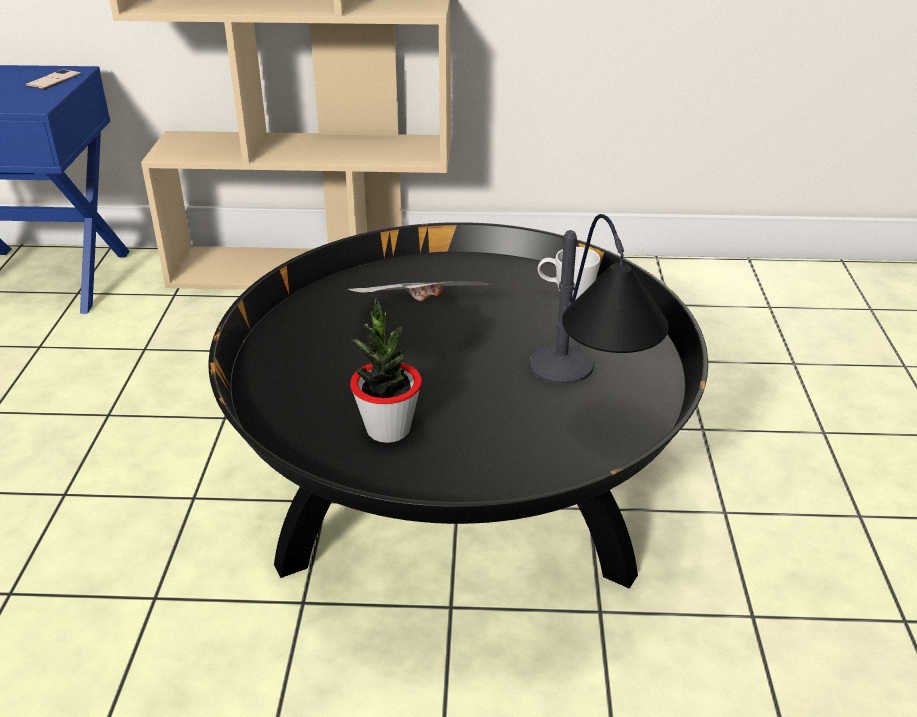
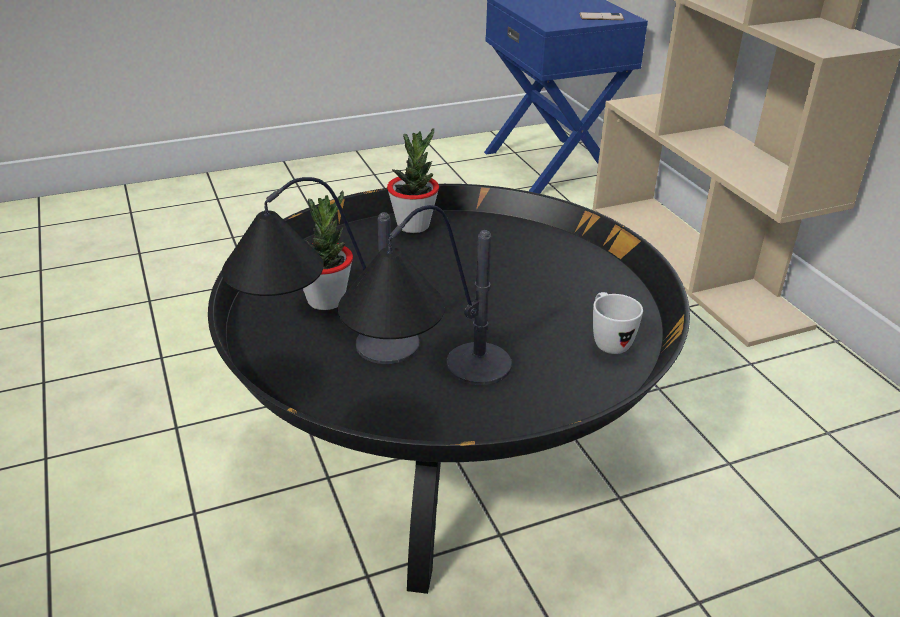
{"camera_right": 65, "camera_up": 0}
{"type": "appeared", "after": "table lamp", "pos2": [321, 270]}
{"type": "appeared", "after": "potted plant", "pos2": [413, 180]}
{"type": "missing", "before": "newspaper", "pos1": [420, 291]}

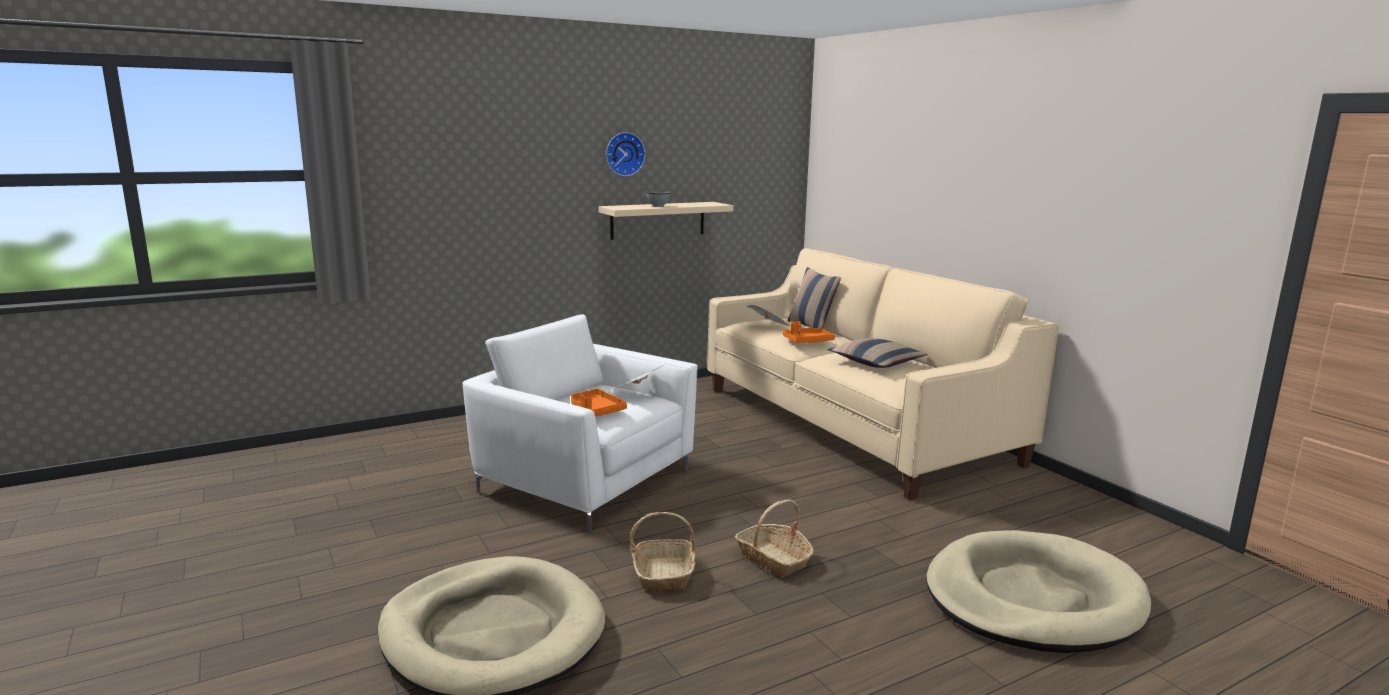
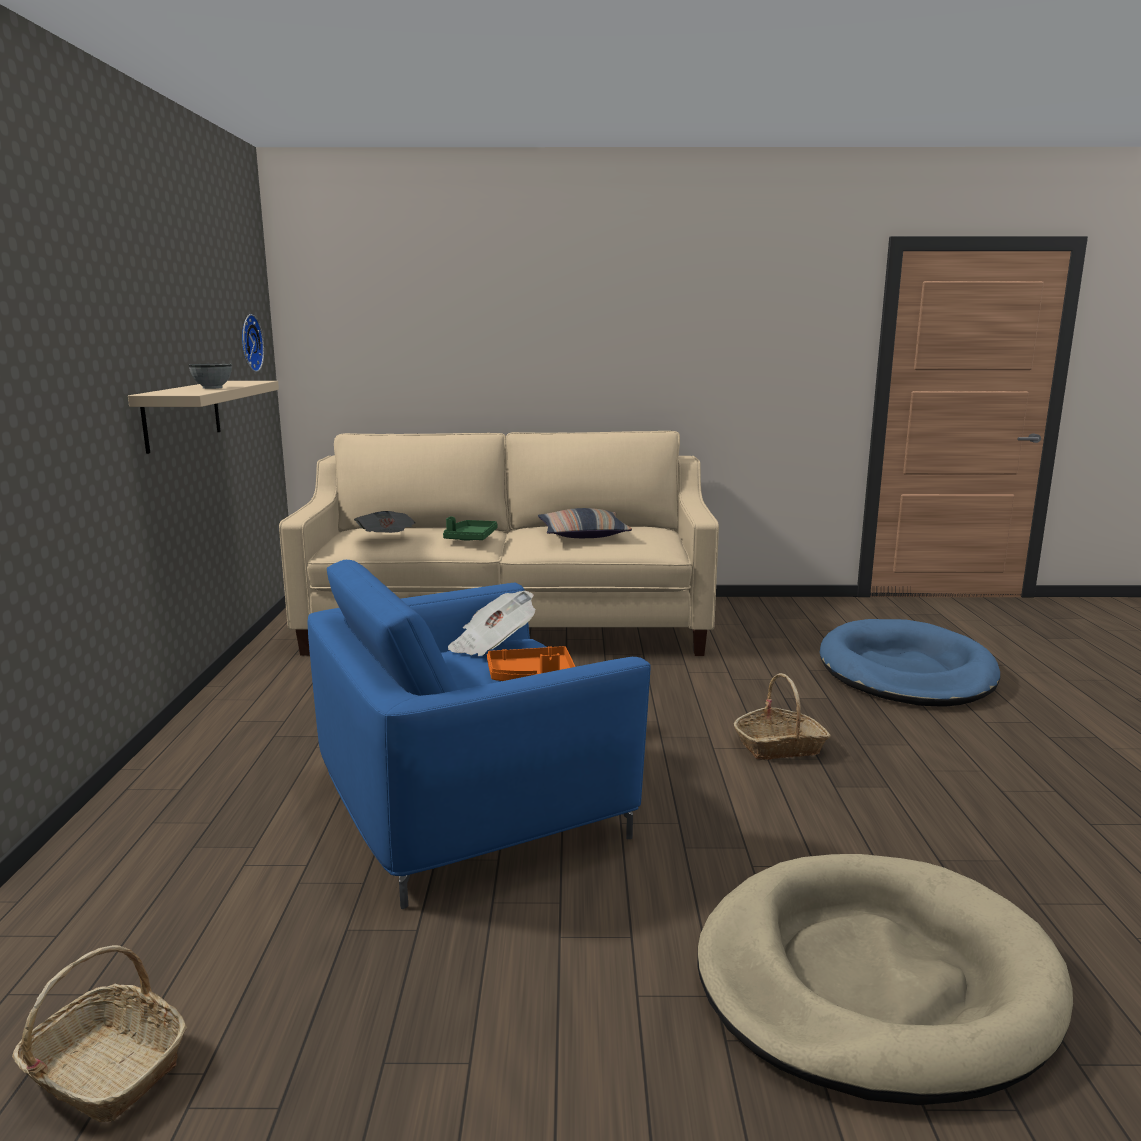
{"camera_right": -60, "camera_up": 0}
{"type": "relocated", "before": "basket", "pos1": [663, 551], "pos2": [99, 1033]}
{"type": "relocated", "before": "wall clock", "pos1": [625, 154], "pos2": [253, 343]}
{"type": "colour", "before": "armchair/white", "after": "armchair/blue", "pos1": [580, 423], "pos2": [479, 734]}
{"type": "colour", "before": "tray/orange", "after": "tray/green", "pos1": [809, 332], "pos2": [470, 528]}
{"type": "colour", "before": "dog bed/beige", "after": "dog bed/blue", "pos1": [1038, 591], "pos2": [910, 662]}
{"type": "missing", "before": "pillow", "pos1": [814, 297]}

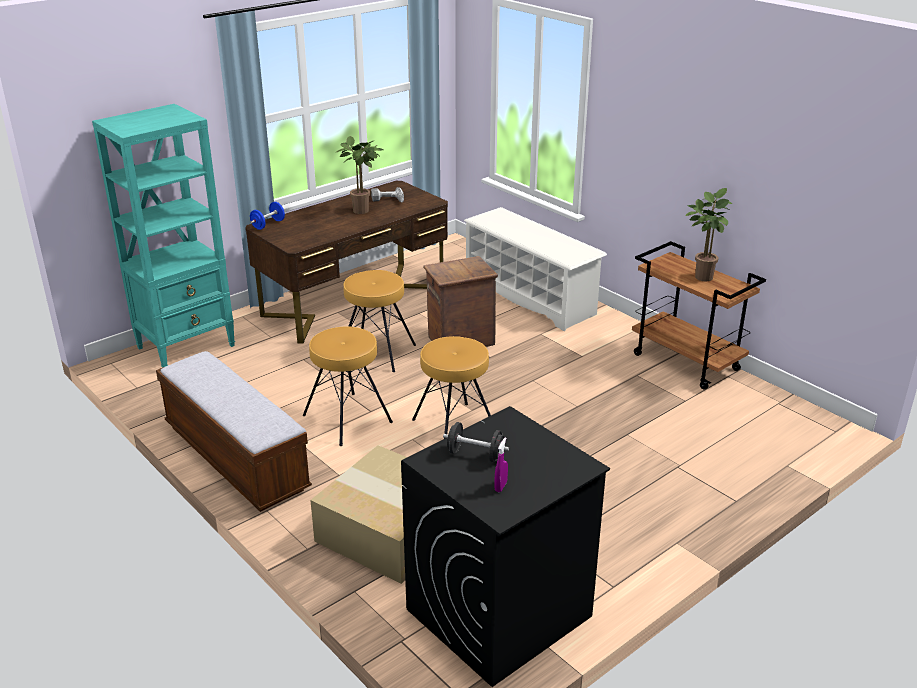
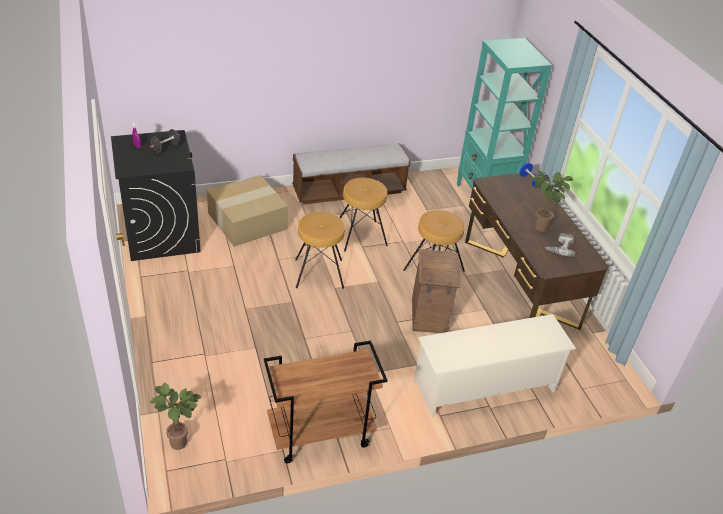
{"camera_right": 110, "camera_up": 10}
{"type": "relocated", "before": "potted plant", "pos1": [708, 234], "pos2": [175, 416]}

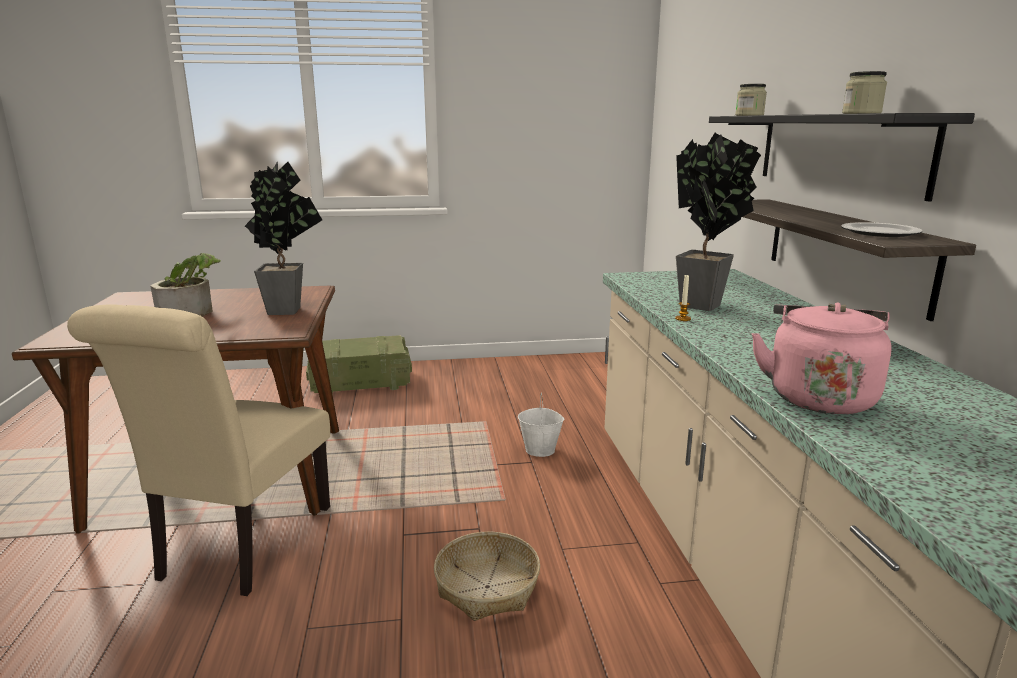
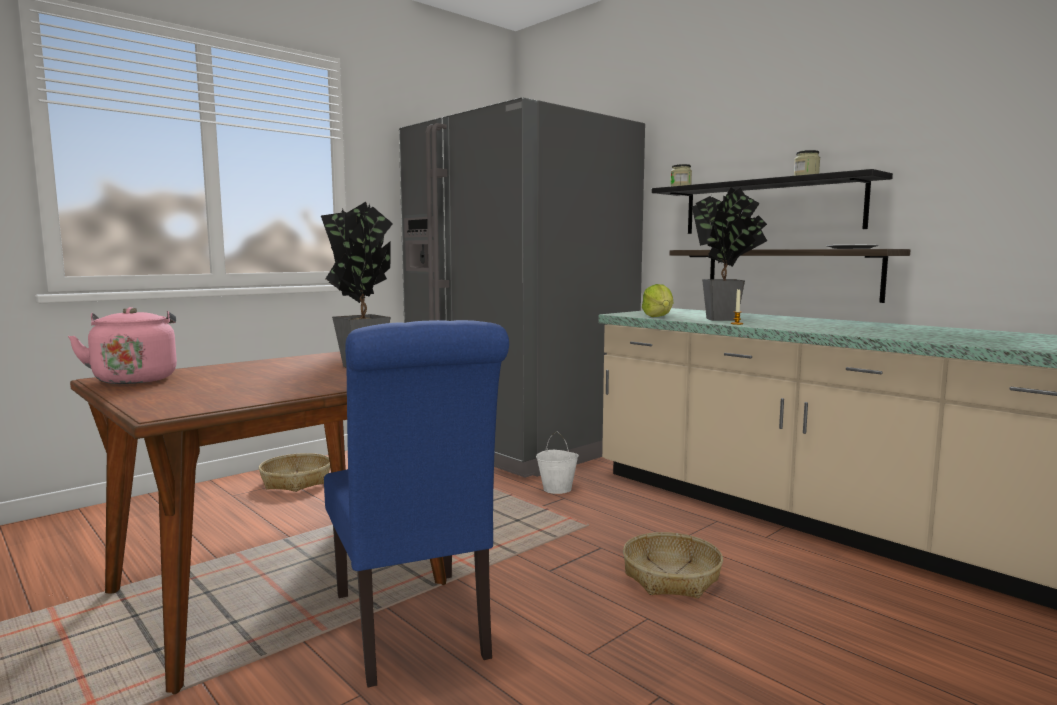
{"camera_right": -35, "camera_up": -10}
{"type": "relocated", "before": "kettle/pink", "pos1": [821, 358], "pos2": [122, 345]}
{"type": "exchanged", "before": "crate", "after": "basket", "pos1": [359, 364], "pos2": [294, 472]}
{"type": "colour", "before": "chair/beige", "after": "chair/blue", "pos1": [198, 450], "pos2": [416, 503]}
{"type": "appeared", "after": "fridge/grey", "pos2": [522, 287]}
{"type": "appeared", "after": "lettuce", "pos2": [657, 300]}
{"type": "missing", "before": "potted plant", "pos1": [185, 285]}

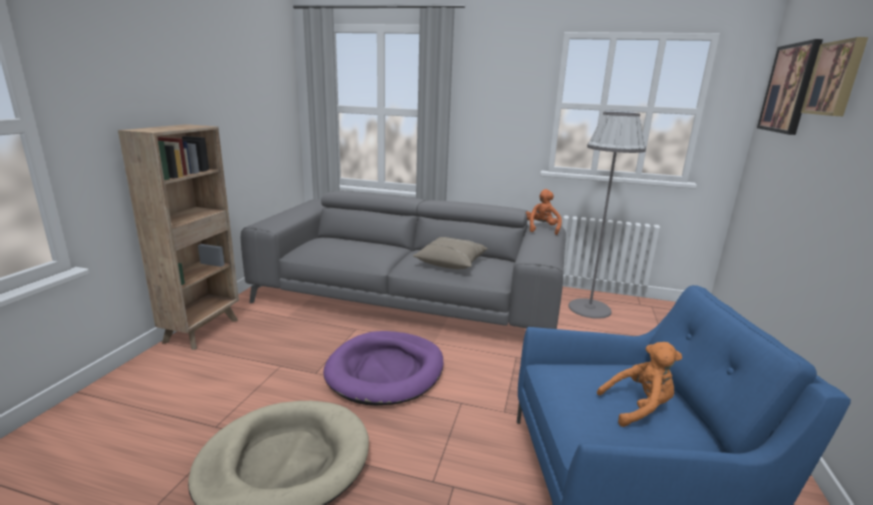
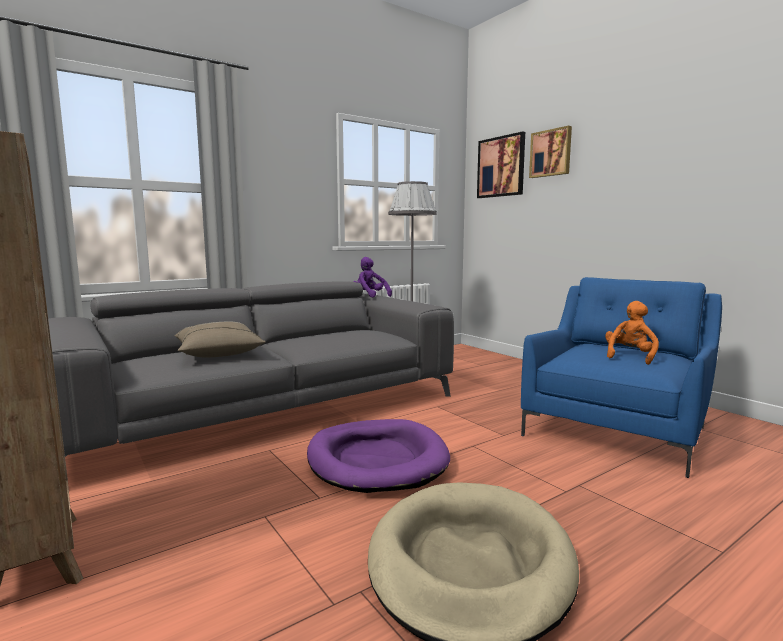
{"camera_right": -50, "camera_up": -10}
{"type": "relocated", "before": "pillow/beige", "pos1": [450, 253], "pos2": [220, 339]}
{"type": "colour", "before": "plush toy/orange", "after": "plush toy/purple", "pos1": [544, 212], "pos2": [373, 277]}

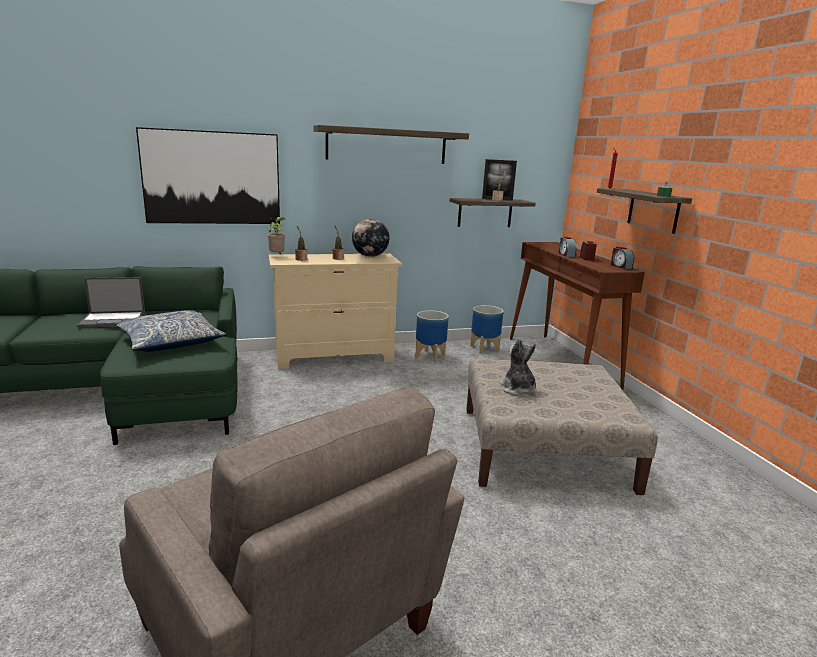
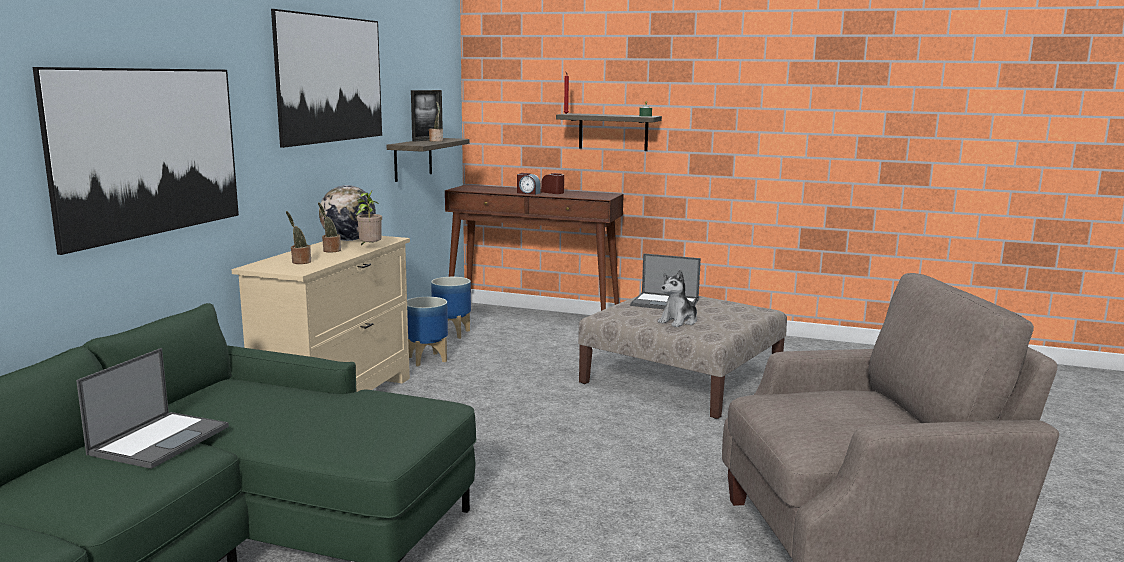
{"camera_right": -55, "camera_up": -5}
{"type": "exchanged", "before": "shelf", "after": "picture", "pos1": [391, 144], "pos2": [326, 78]}
{"type": "relocated", "before": "potted plant", "pos1": [276, 235], "pos2": [369, 218]}
{"type": "appeared", "after": "laptop", "pos2": [665, 281]}
{"type": "spun", "before": "plush toy", "pos1": [518, 367], "pos2": [677, 298], "turn": -60}
{"type": "missing", "before": "pillow", "pos1": [171, 331]}
{"type": "missing", "before": "alarm clock", "pos1": [623, 258]}

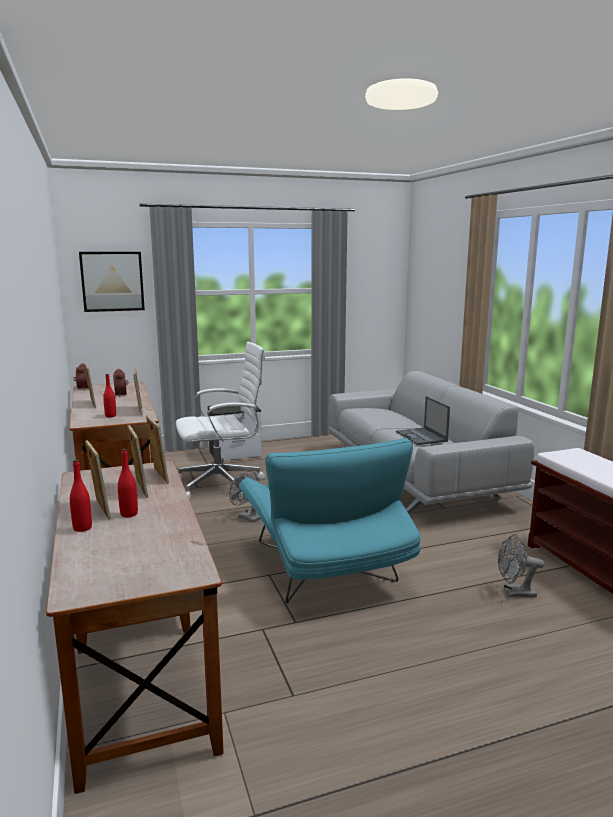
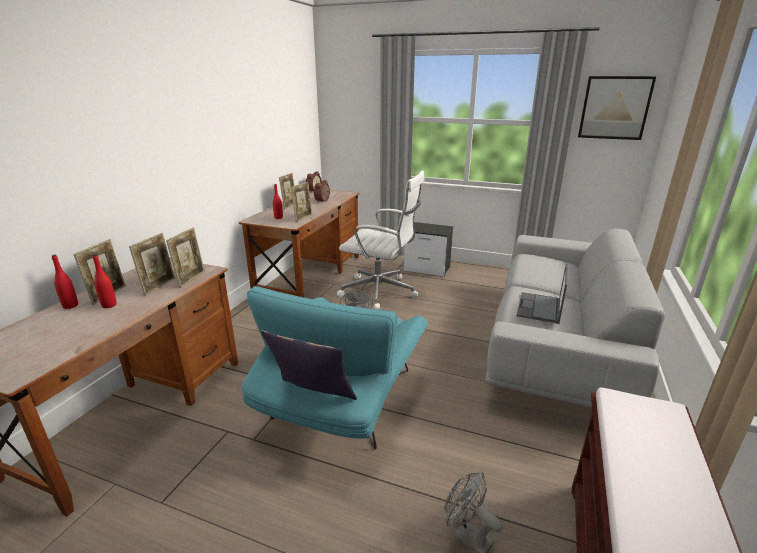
{"camera_right": 40, "camera_up": 10}
{"type": "appeared", "after": "pillow", "pos2": [309, 365]}
{"type": "relocated", "before": "picture", "pos1": [112, 282], "pos2": [617, 108]}

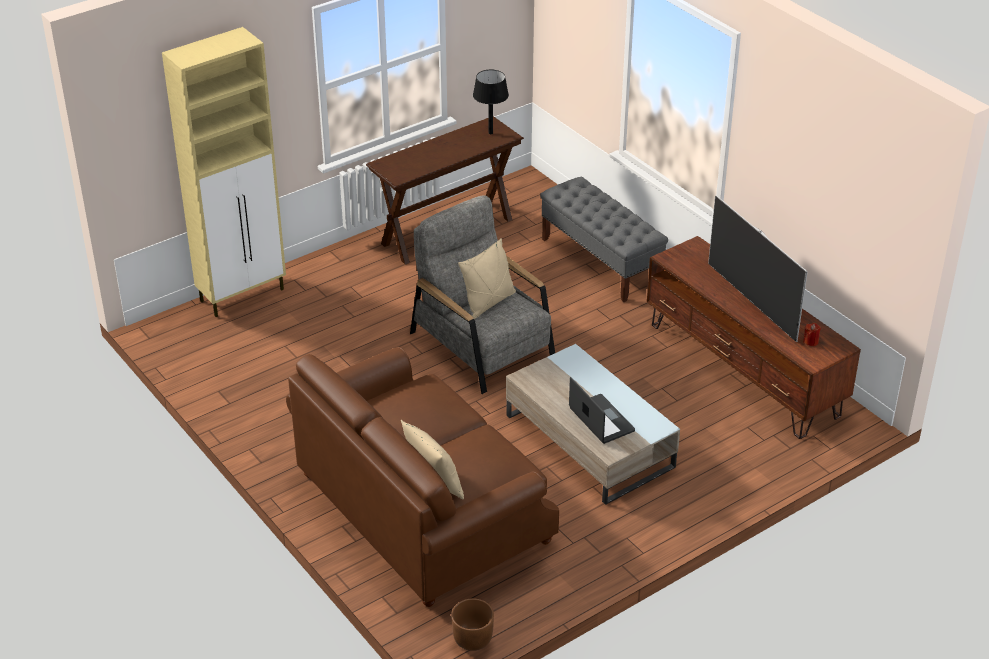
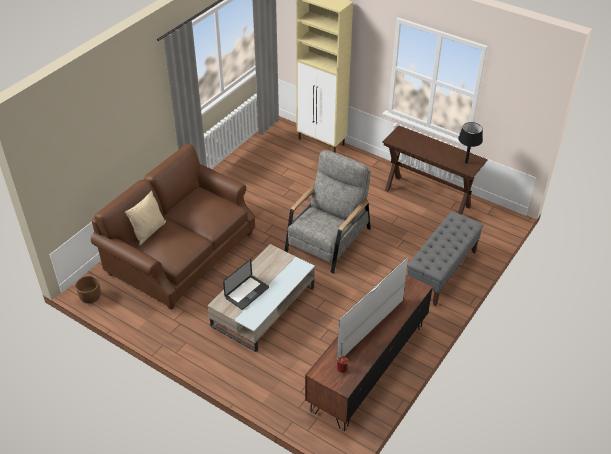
{"camera_right": 70, "camera_up": 5}
{"type": "missing", "before": "pillow/beige", "pos1": [487, 278]}

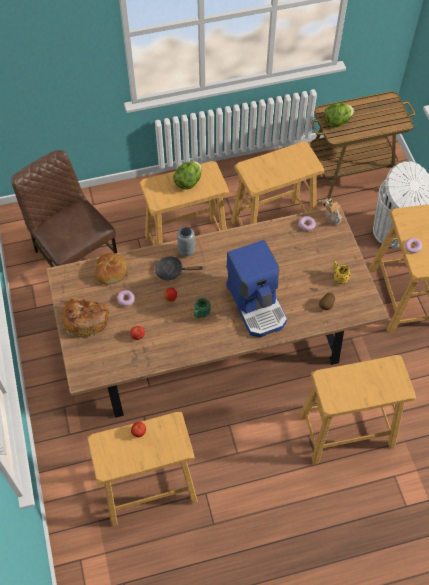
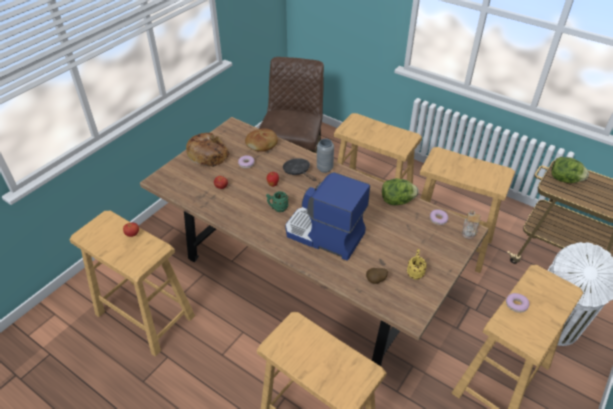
{"camera_right": 50, "camera_up": -15}
{"type": "spun", "before": "coffee machine", "pos1": [256, 288], "pos2": [327, 216], "turn": 90}
{"type": "relocated", "before": "lettuce", "pos1": [187, 175], "pos2": [400, 191]}

